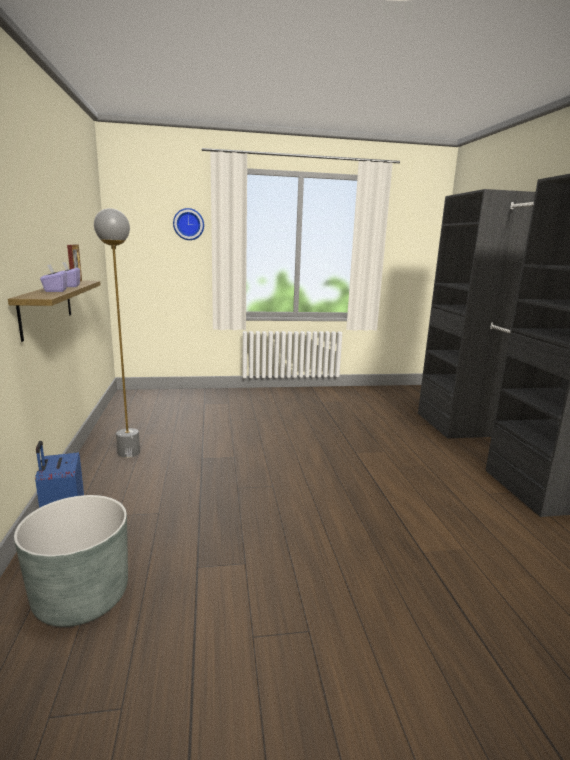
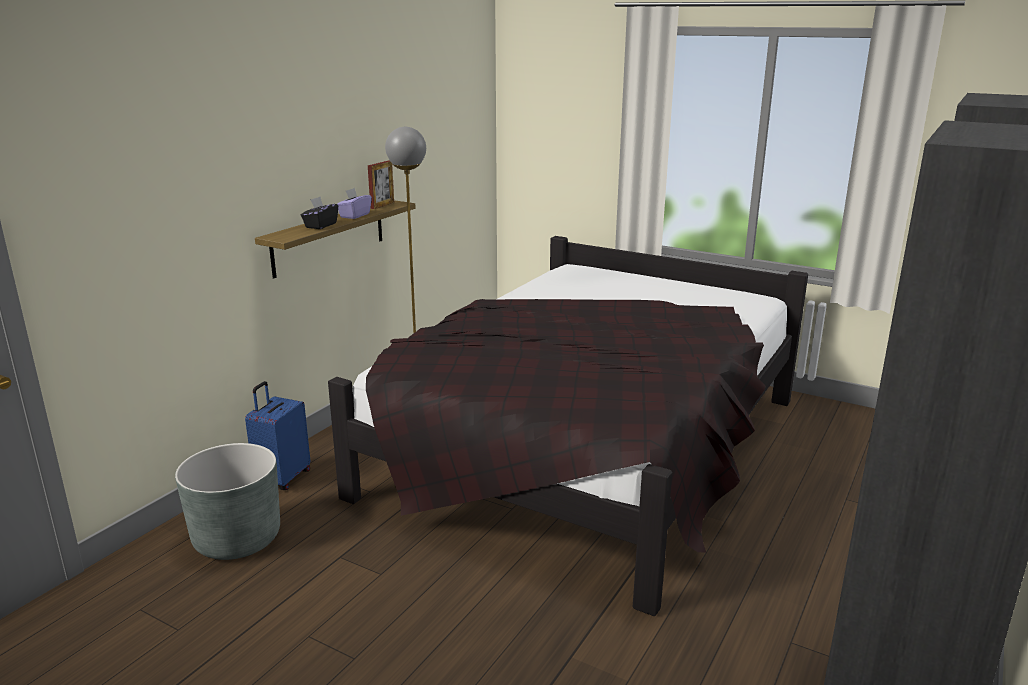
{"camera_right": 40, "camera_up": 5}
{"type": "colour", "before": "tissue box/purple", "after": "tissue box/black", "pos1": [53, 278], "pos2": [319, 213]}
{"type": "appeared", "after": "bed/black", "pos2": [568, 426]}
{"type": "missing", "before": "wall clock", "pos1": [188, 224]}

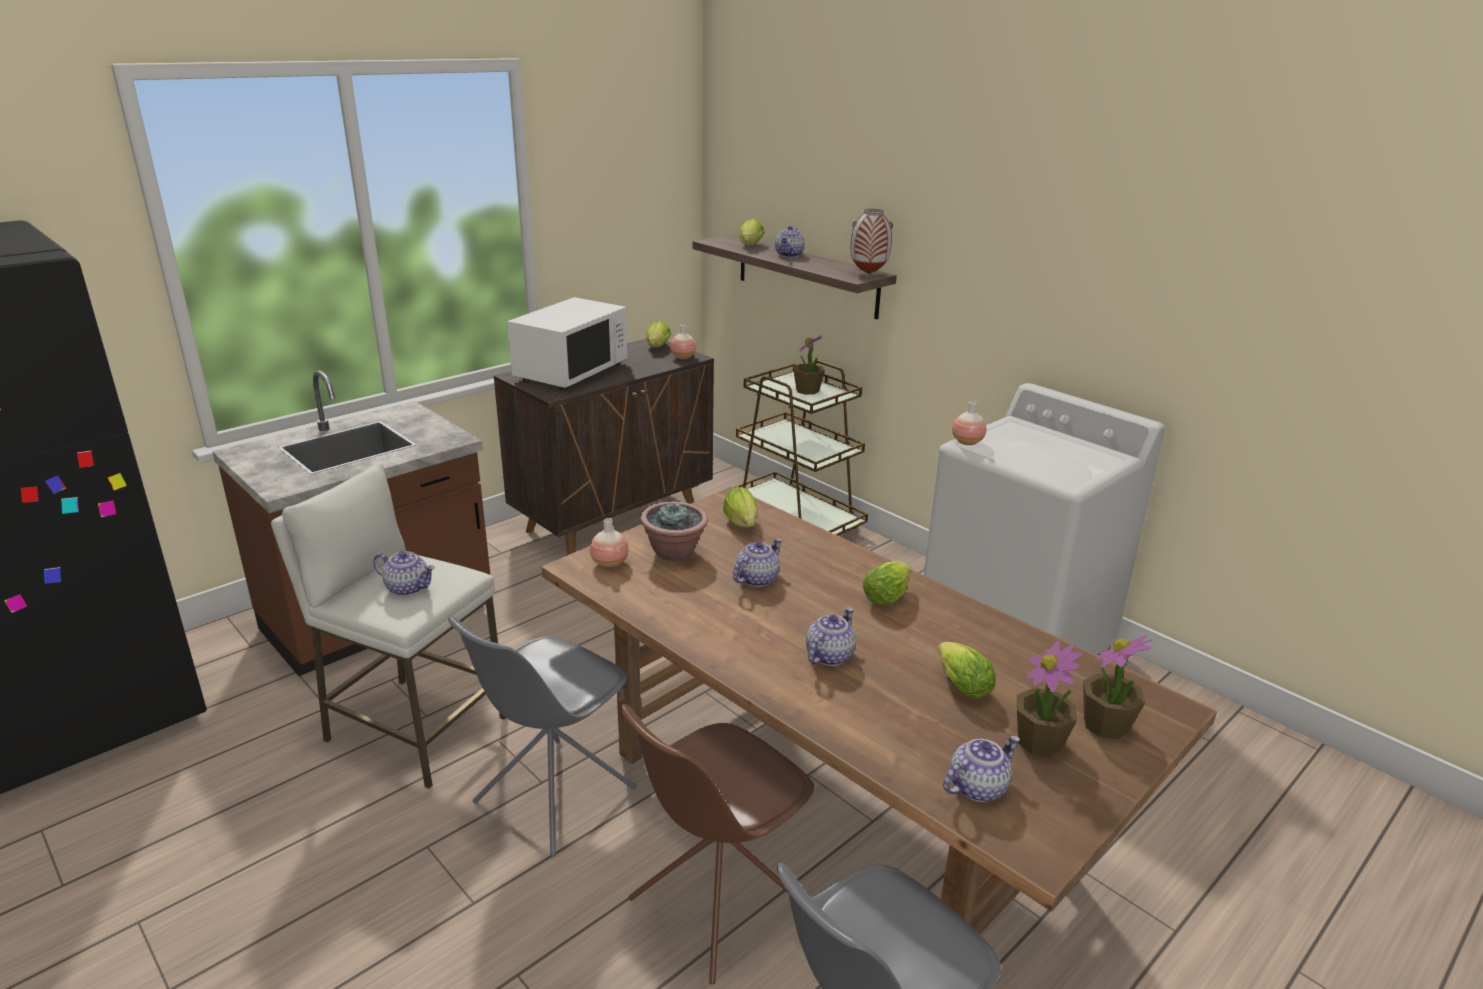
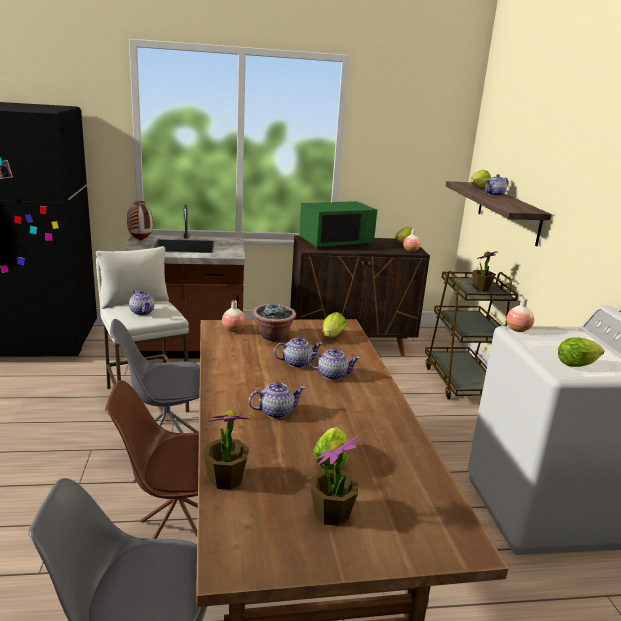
{"camera_right": 35, "camera_up": -5}
{"type": "relocated", "before": "vase", "pos1": [871, 241], "pos2": [140, 220]}
{"type": "relocated", "before": "potted plant", "pos1": [1117, 687], "pos2": [227, 450]}
{"type": "colour", "before": "microwave/white", "after": "microwave/green", "pos1": [567, 343], "pos2": [338, 225]}
{"type": "relocated", "before": "teapot", "pos1": [981, 769], "pos2": [334, 364]}
{"type": "relocated", "before": "lettuce", "pos1": [887, 583], "pos2": [581, 352]}

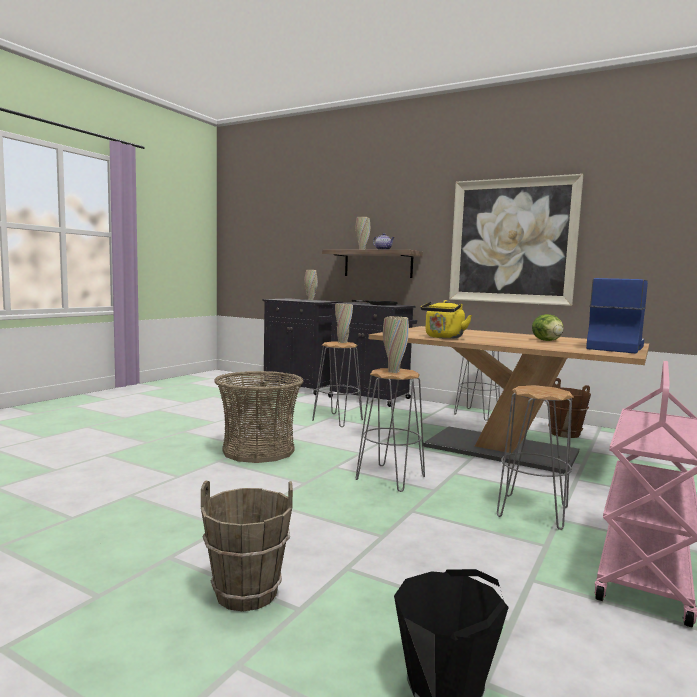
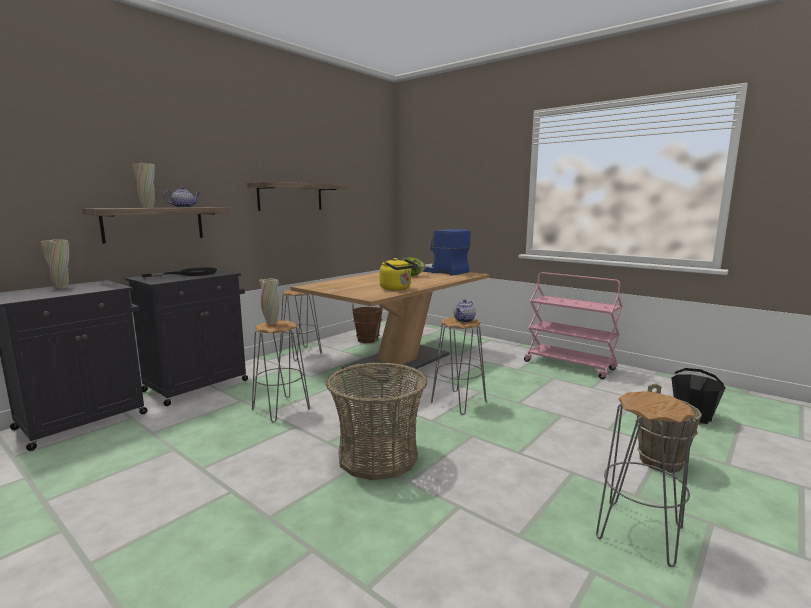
{"camera_right": -80, "camera_up": 5}
{"type": "exchanged", "before": "picture", "after": "shelf", "pos1": [516, 240], "pos2": [297, 196]}
{"type": "exchanged", "before": "vase/beige", "after": "teapot", "pos1": [396, 344], "pos2": [465, 310]}
{"type": "relocated", "before": "stool/grey", "pos1": [535, 457], "pos2": [645, 479]}

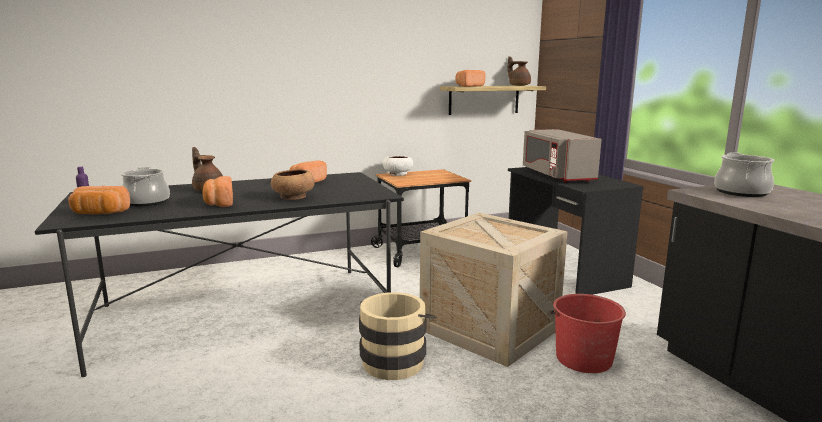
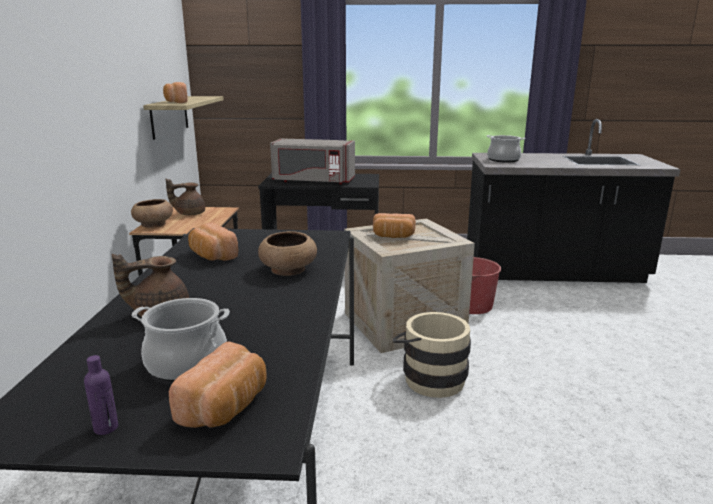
{"camera_right": -65, "camera_up": 5}
{"type": "colour", "before": "bowl/white", "after": "bowl/brown", "pos1": [398, 166], "pos2": [152, 213]}
{"type": "relocated", "before": "teapot/brown", "pos1": [519, 71], "pos2": [185, 197]}
{"type": "relocated", "before": "bread", "pos1": [217, 191], "pos2": [394, 225]}

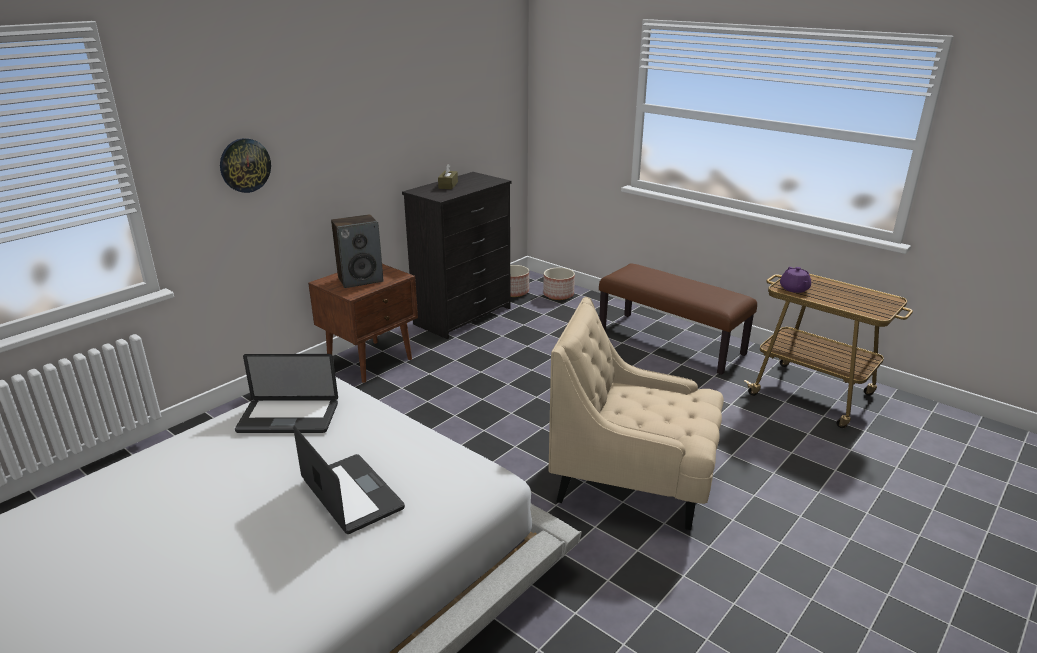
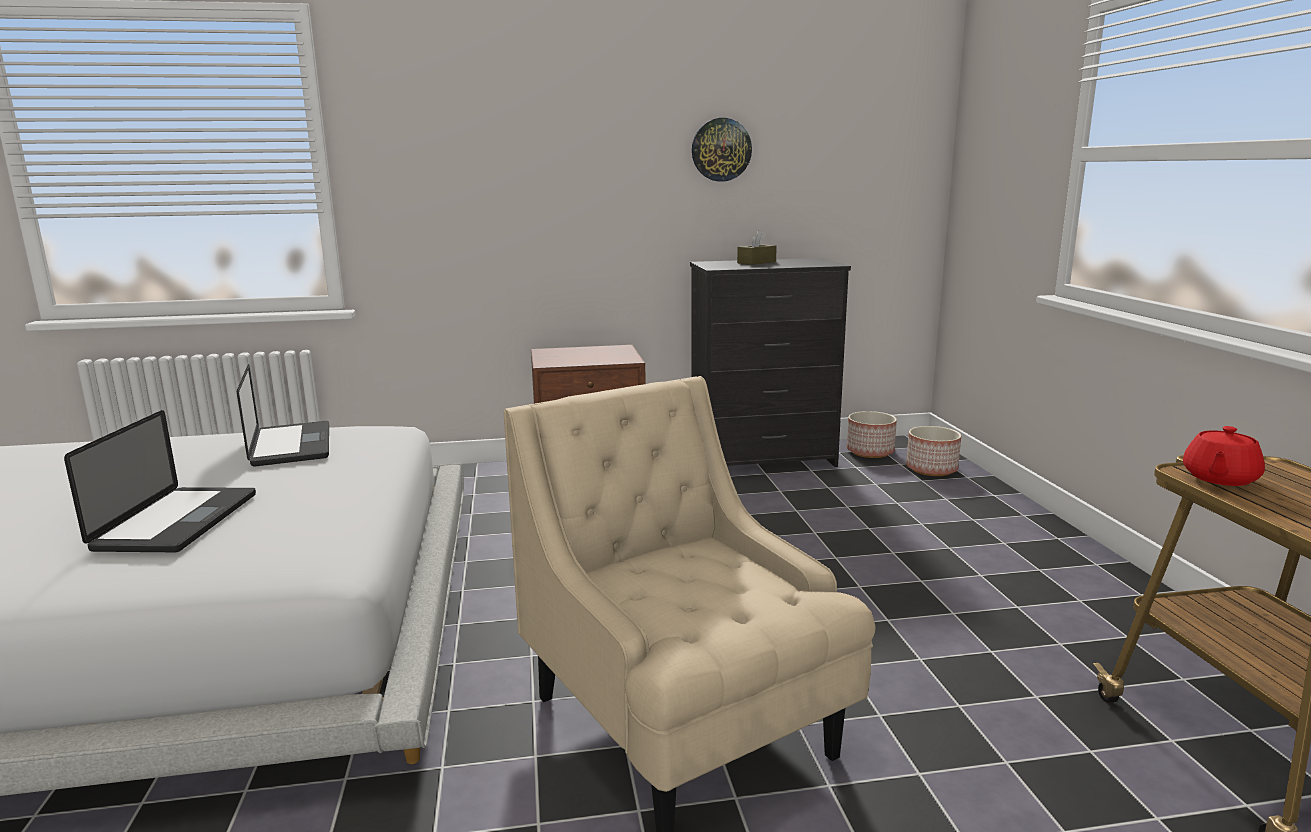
{"camera_right": 40, "camera_up": -10}
{"type": "spun", "before": "laptop", "pos1": [286, 393], "pos2": [283, 415], "turn": -150}
{"type": "relocated", "before": "wall clock", "pos1": [245, 165], "pos2": [722, 150]}
{"type": "colour", "before": "teapot/purple", "after": "teapot/red", "pos1": [795, 280], "pos2": [1224, 456]}
{"type": "missing", "before": "speaker", "pos1": [357, 251]}
{"type": "missing", "before": "bench/brown", "pos1": [678, 319]}

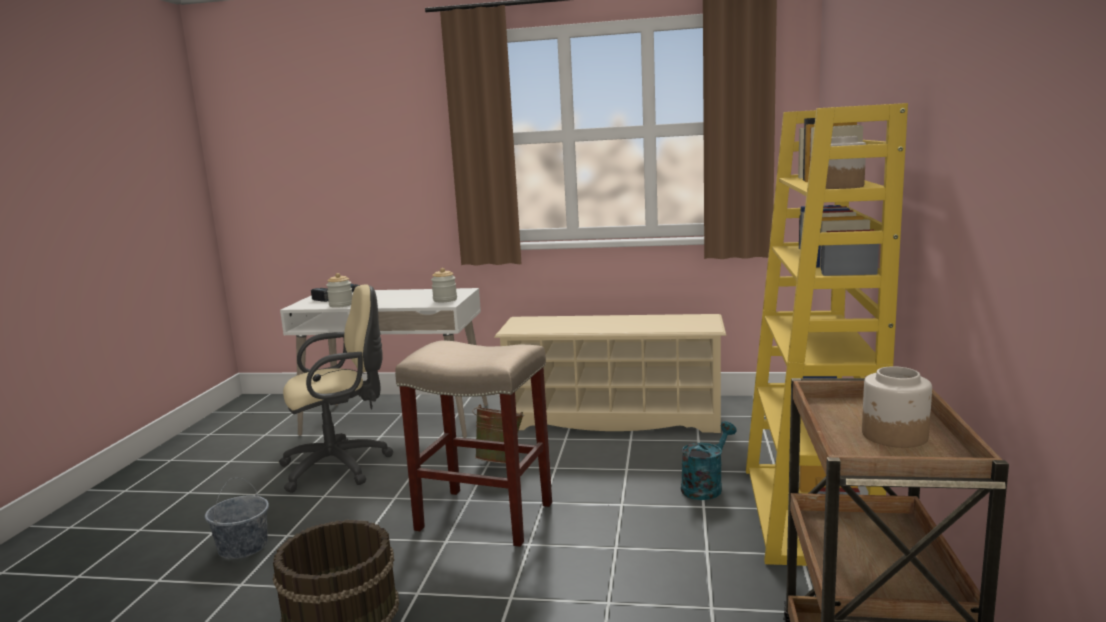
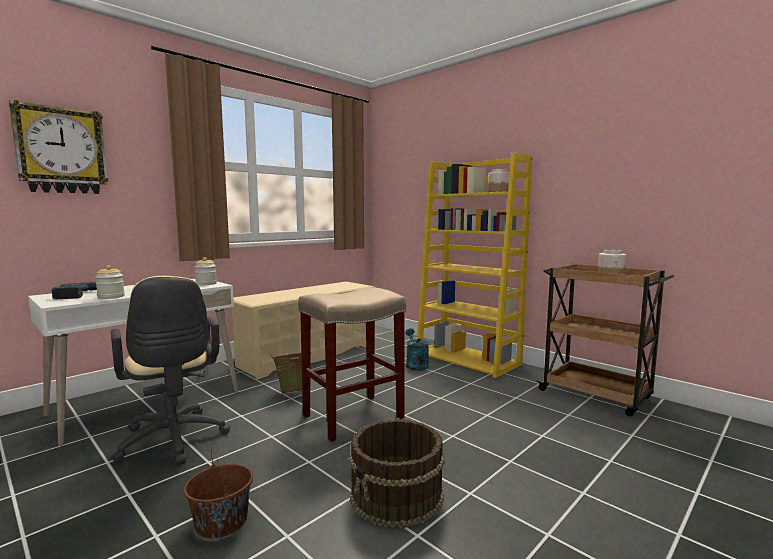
{"camera_right": -55, "camera_up": -5}
{"type": "appeared", "after": "wall clock", "pos2": [58, 147]}
{"type": "spun", "before": "office chair/beige", "pos1": [336, 389], "pos2": [170, 370], "turn": 135}
{"type": "colour", "before": "bucket/grey", "after": "bucket/brown", "pos1": [237, 518], "pos2": [218, 493]}

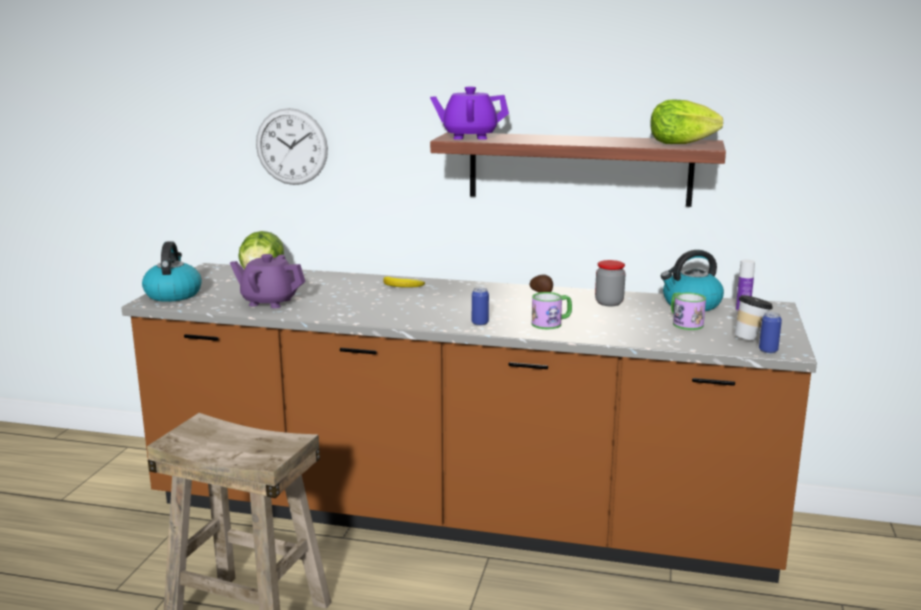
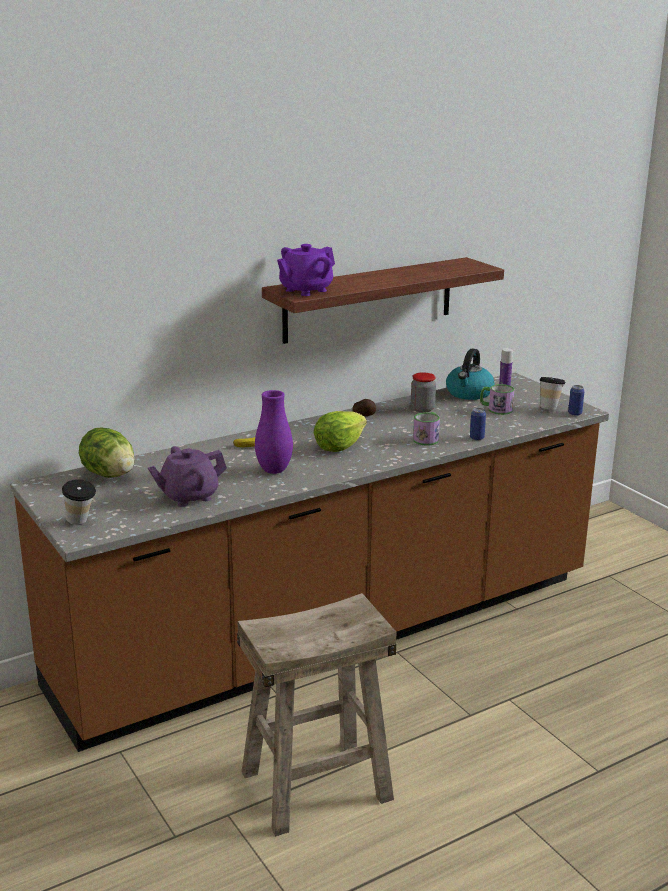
{"camera_right": -45, "camera_up": 5}
{"type": "exchanged", "before": "kettle", "after": "cup", "pos1": [172, 271], "pos2": [79, 502]}
{"type": "appeared", "after": "vase/purple", "pos2": [274, 432]}
{"type": "relocated", "before": "lettuce", "pos1": [686, 121], "pos2": [340, 431]}
{"type": "relocated", "before": "can", "pos1": [480, 306], "pos2": [478, 424]}
{"type": "missing", "before": "wall clock", "pos1": [292, 146]}

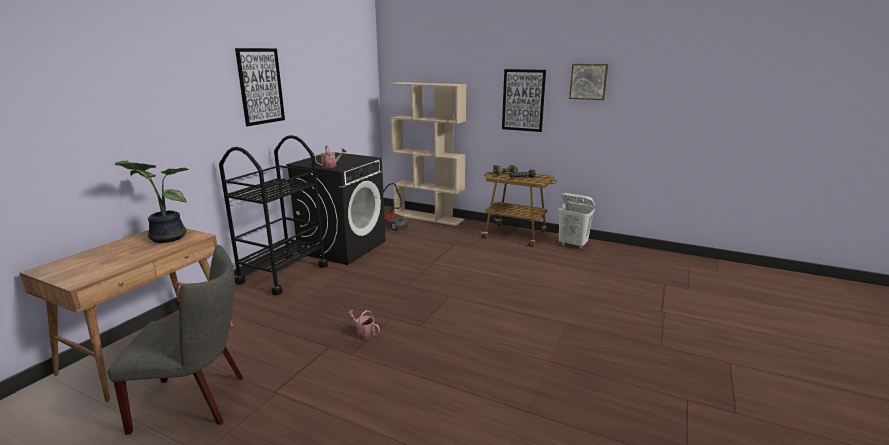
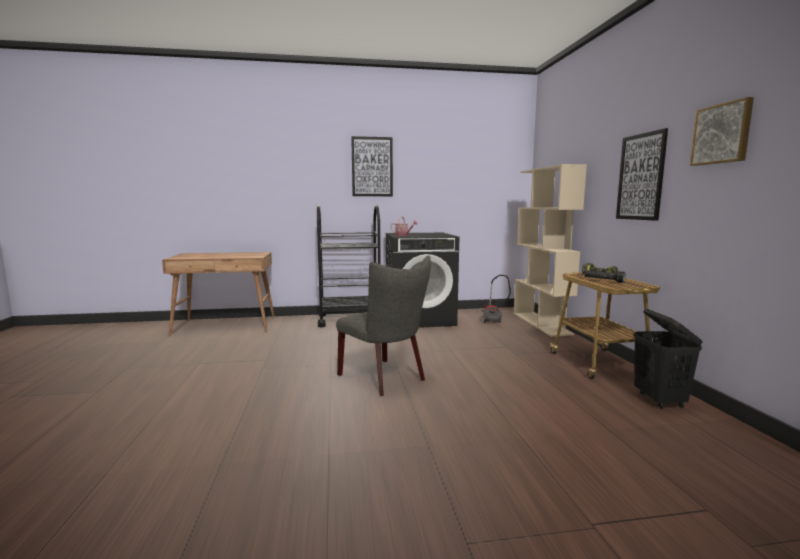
{"camera_right": 55, "camera_up": -10}
{"type": "relocated", "before": "chair/grey", "pos1": [175, 340], "pos2": [383, 325]}
{"type": "colour", "before": "laundry basket/white", "after": "laundry basket/black", "pos1": [576, 221], "pos2": [667, 359]}
{"type": "missing", "before": "potted plant", "pos1": [152, 202]}
{"type": "missing", "before": "watering can", "pos1": [363, 325]}

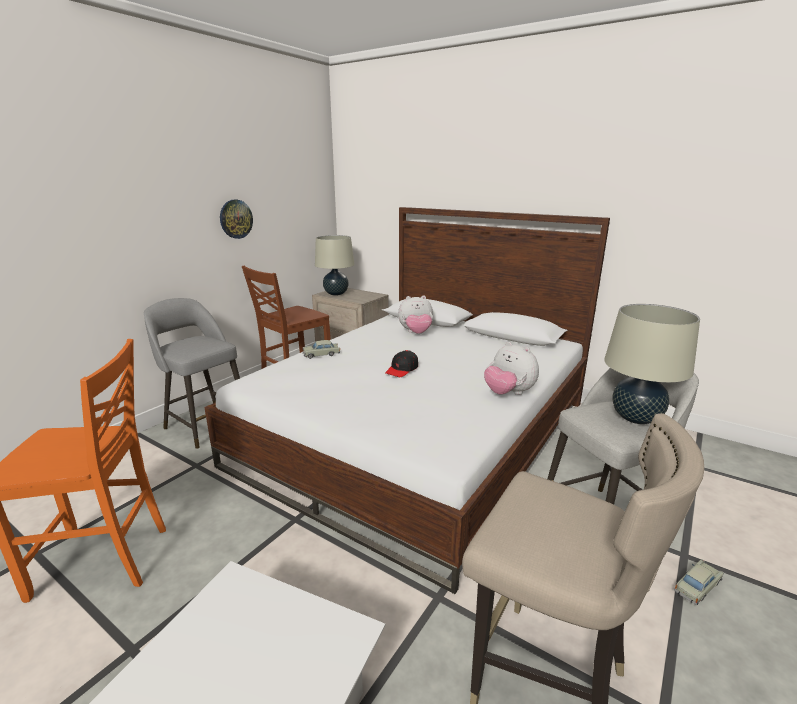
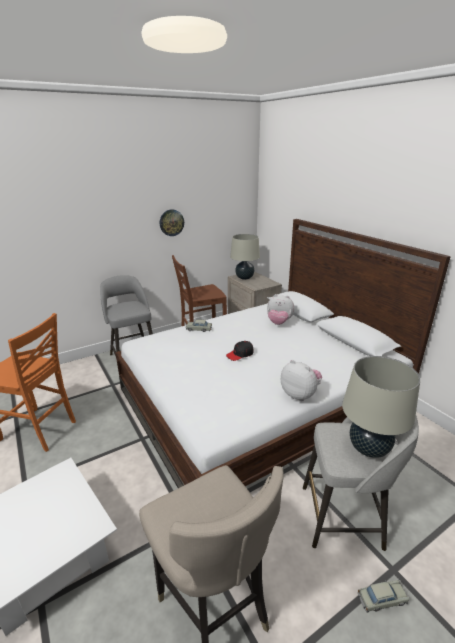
{"camera_right": 25, "camera_up": 5}
{"type": "spun", "before": "plush toy", "pos1": [511, 368], "pos2": [301, 380], "turn": 150}

